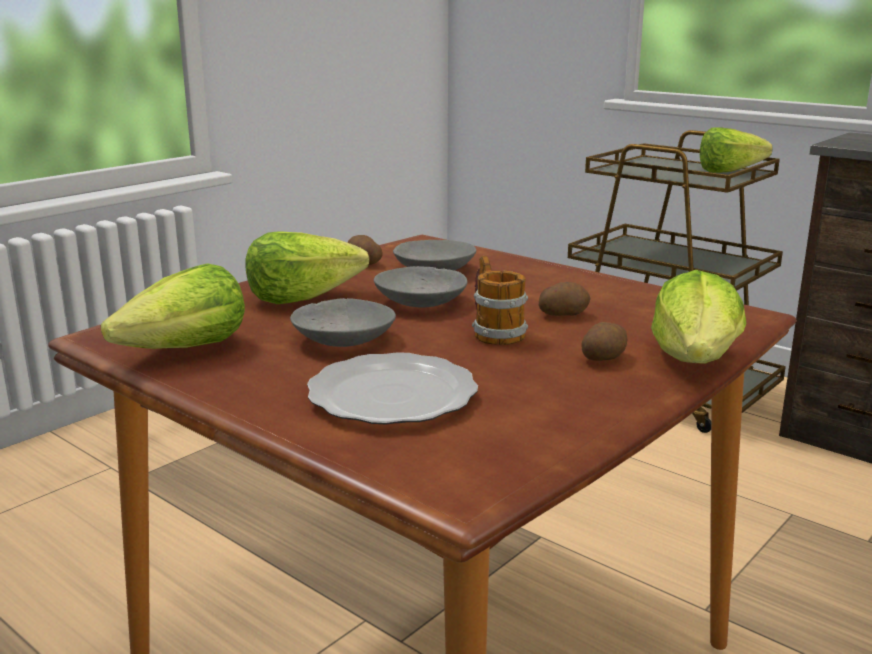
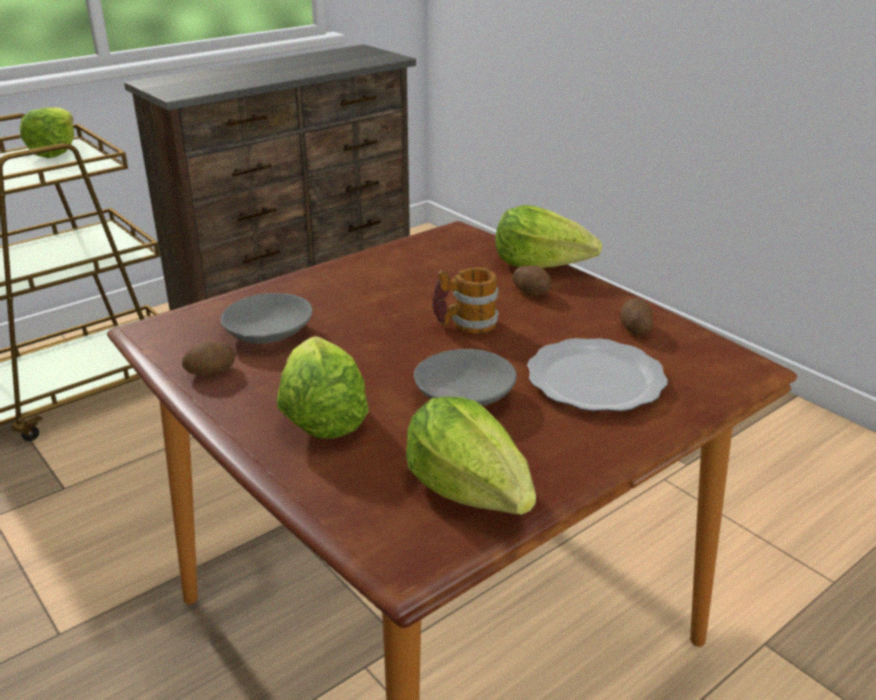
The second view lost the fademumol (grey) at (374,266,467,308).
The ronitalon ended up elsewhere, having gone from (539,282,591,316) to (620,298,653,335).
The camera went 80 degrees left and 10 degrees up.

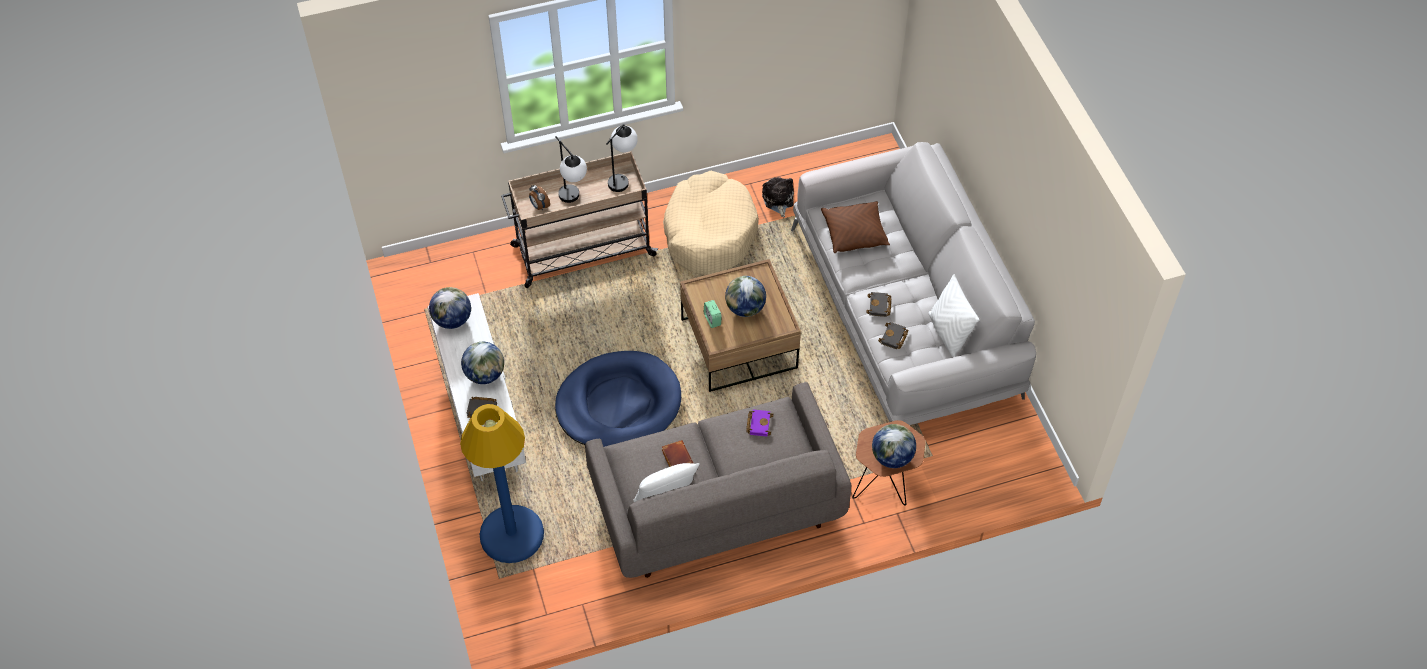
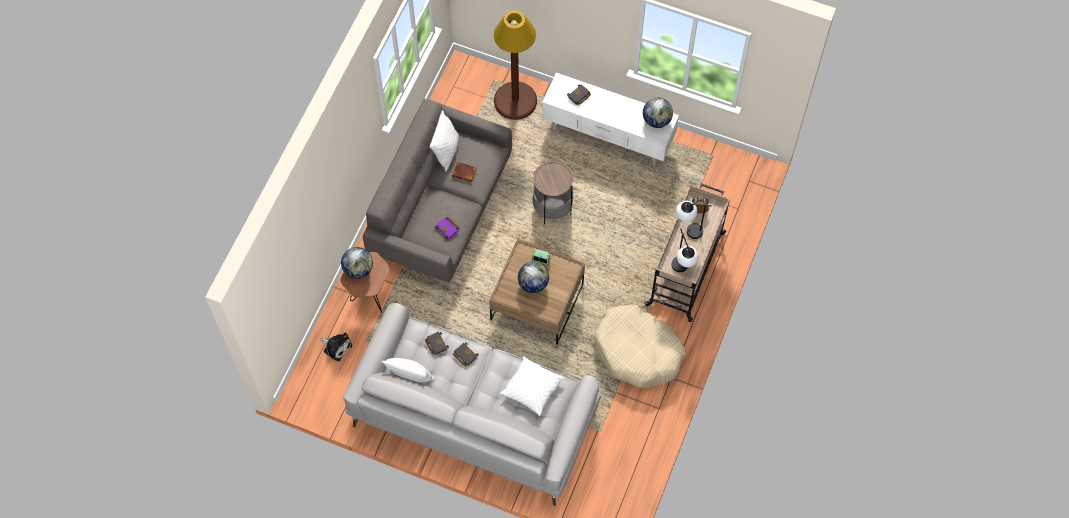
What was the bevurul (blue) at (460,404,544,563) turned into the bevurul (brown) at (493,10,537,120).
The second view lost the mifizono at (461,342,504,384).
Where the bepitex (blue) stood at (555,351,681,447), the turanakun came to stand at (532,161,573,224).
The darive ended up elsewhere, having gone from (762,177,794,217) to (320,333,352,361).
What was the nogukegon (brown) at (821,201,890,253) turned into the nogukegon (white) at (500,356,565,416).
The camera went 130 degrees right and 10 degrees up.

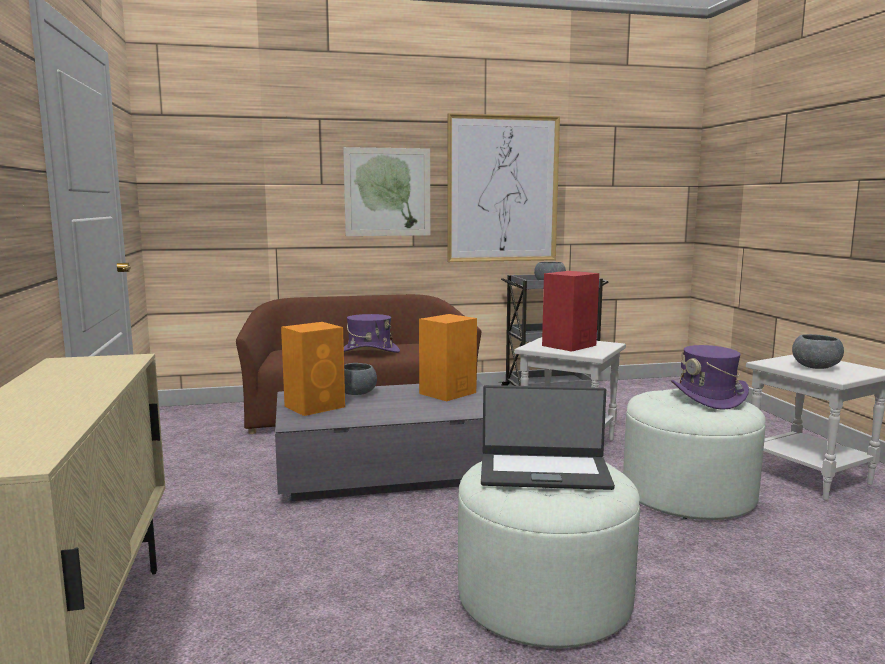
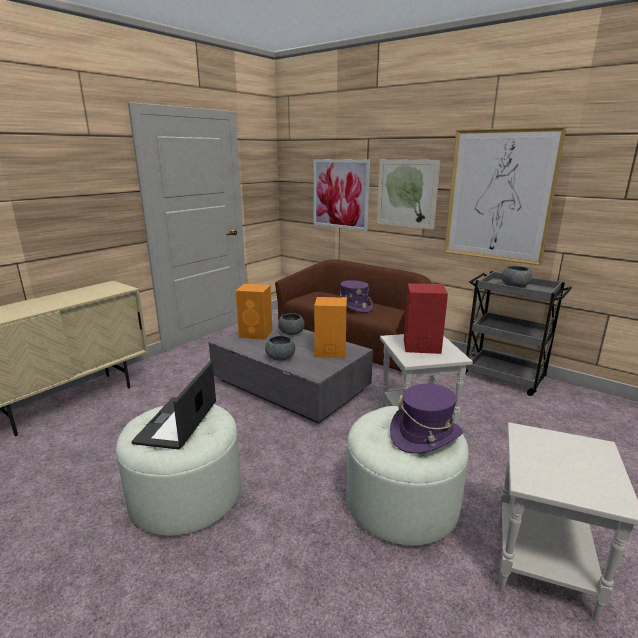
The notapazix at (481,385,615,490) ended up facing another way, 45 degrees clockwise from before.
The fademumol (grey) ended up elsewhere, having gone from (792,334,844,369) to (265,335,295,361).
The second view gained the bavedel at (313,159,370,231).
The camera went 50 degrees right and 10 degrees up.

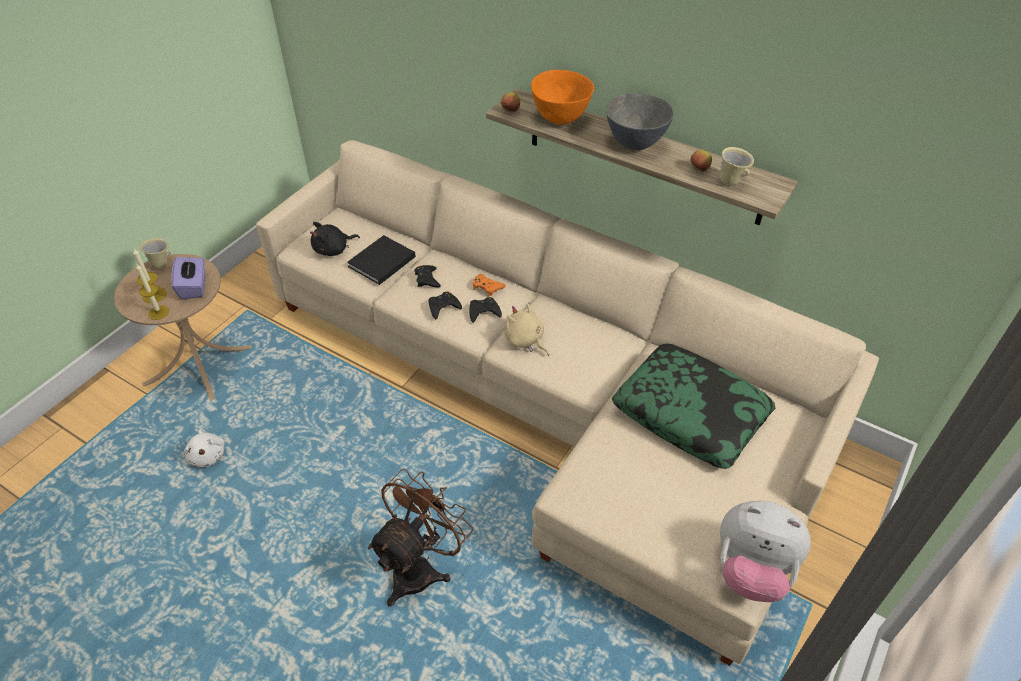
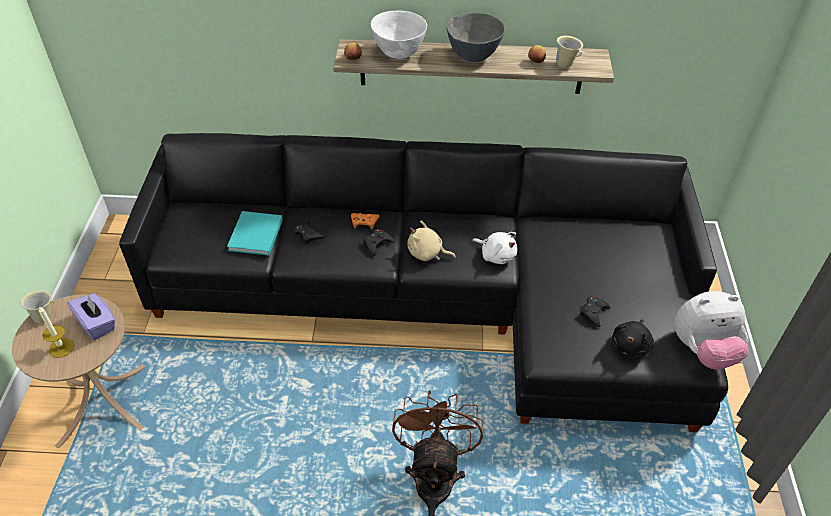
The second view lost the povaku at (136,264,169,320).
The darive (white) ended up elsewhere, having gone from (184,429,225,467) to (472,232,517,264).
What was the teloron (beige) at (256,140,879,666) turned into the teloron (black) at (119,133,728,433).
The darive (black) ended up elsewhere, having gone from (310,222,360,256) to (612,319,654,357).
What was the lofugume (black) at (347,235,416,285) turned into the lofugume (turquoise) at (227,211,283,256).
The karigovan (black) ended up elsewhere, having gone from (428,292,462,319) to (580,296,610,327).
What was the fademumol (orange) at (531,70,594,124) turned into the fademumol (white) at (370,11,427,59).
The second view lost the nogukegon at (612,343,775,469).
The camera went 30 degrees left and 0 degrees up.

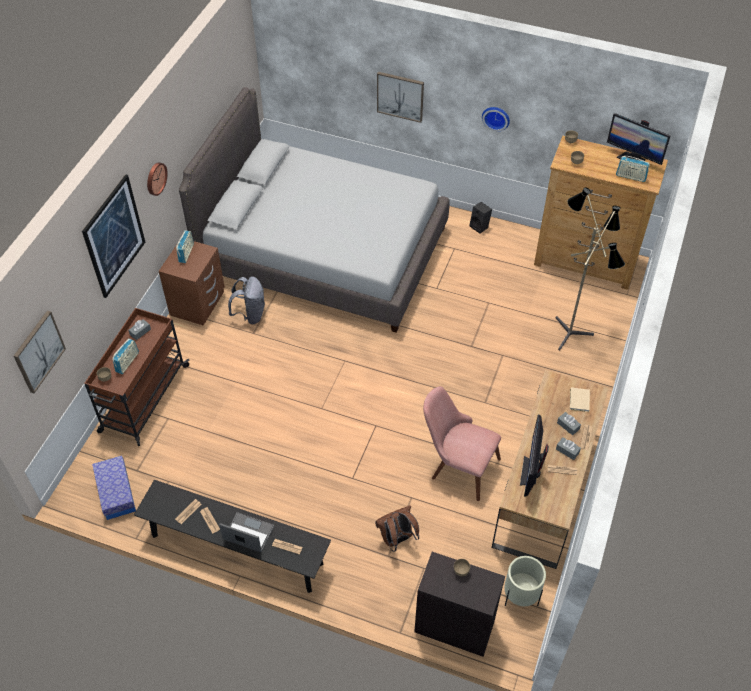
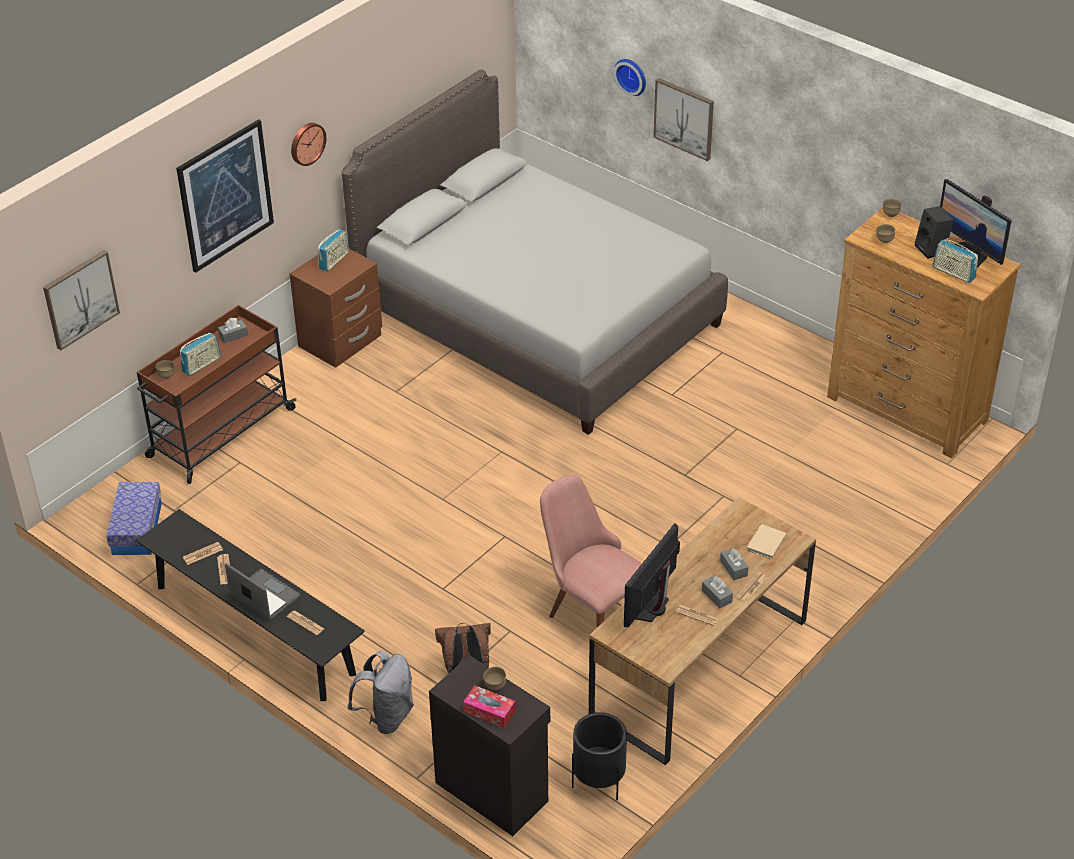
The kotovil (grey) ended up elsewhere, having gone from (228,276,265,324) to (347,651,414,734).
The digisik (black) ended up elsewhere, having gone from (470,202,492,234) to (915,206,954,259).
The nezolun ended up elsewhere, having gone from (482,107,510,131) to (614,59,646,96).
What was the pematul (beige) at (504,556,546,606) turned into the pematul (black) at (572,712,627,800).
The second view lost the bevurul at (556,187,625,351).
The second view gained the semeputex at (463,685,516,728).
The camera went 20 degrees right and 10 degrees down.

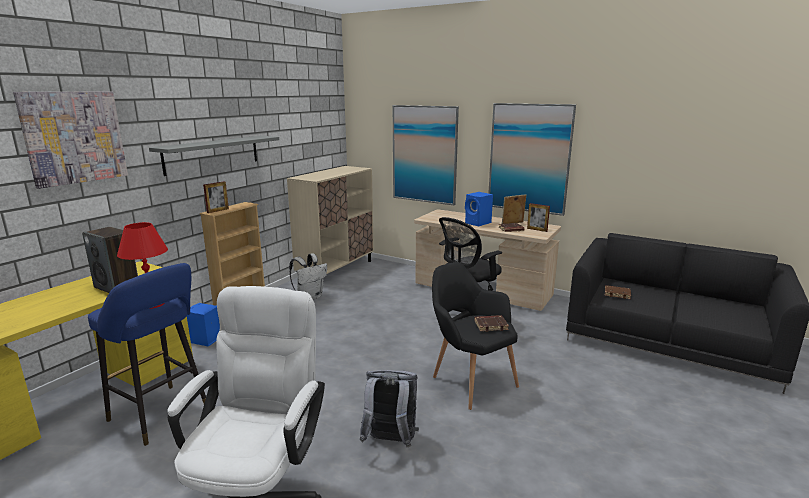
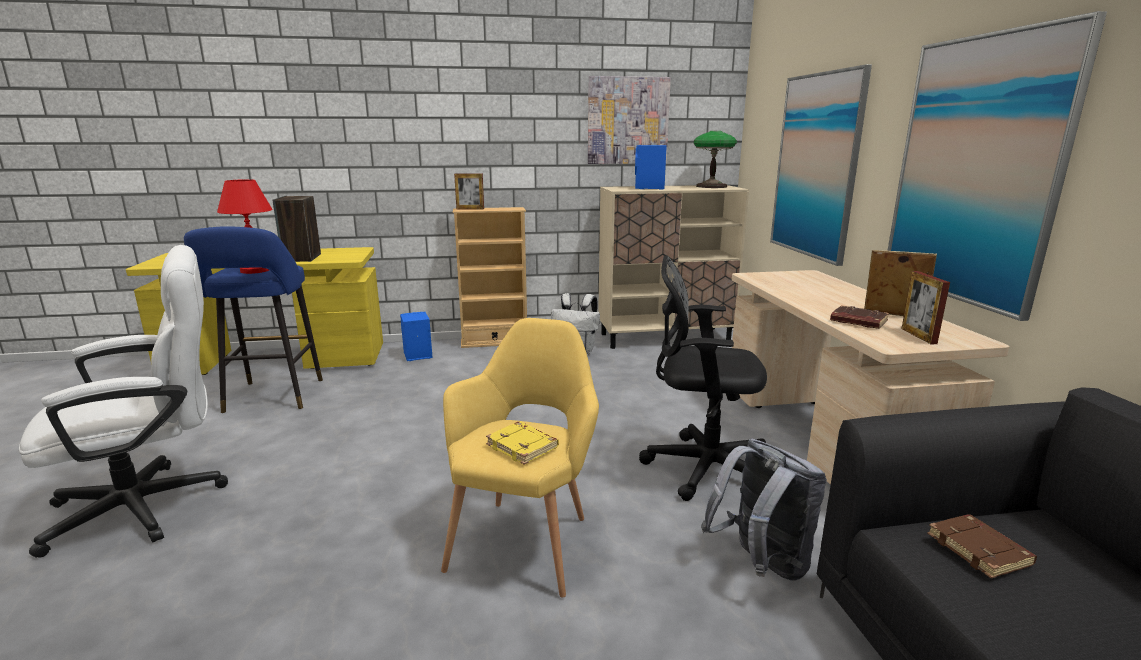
The bavedel ended up elsewhere, having gone from (13,91,128,189) to (588,76,671,164).
The second view lost the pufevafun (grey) at (149,136,279,176).
The kotovil (grey) ended up elsewhere, having gone from (360,370,419,447) to (701,438,827,581).
What was the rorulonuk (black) at (432,262,519,410) turned into the rorulonuk (yellow) at (441,318,599,598).
The digisik (blue) ended up elsewhere, having gone from (465,192,493,226) to (635,145,667,189).
What was the lofugume (brown) at (474,315,509,332) turned into the lofugume (yellow) at (486,421,559,465).
The second view gained the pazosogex at (694,131,737,188).
The camera went 50 degrees right and 0 degrees up.

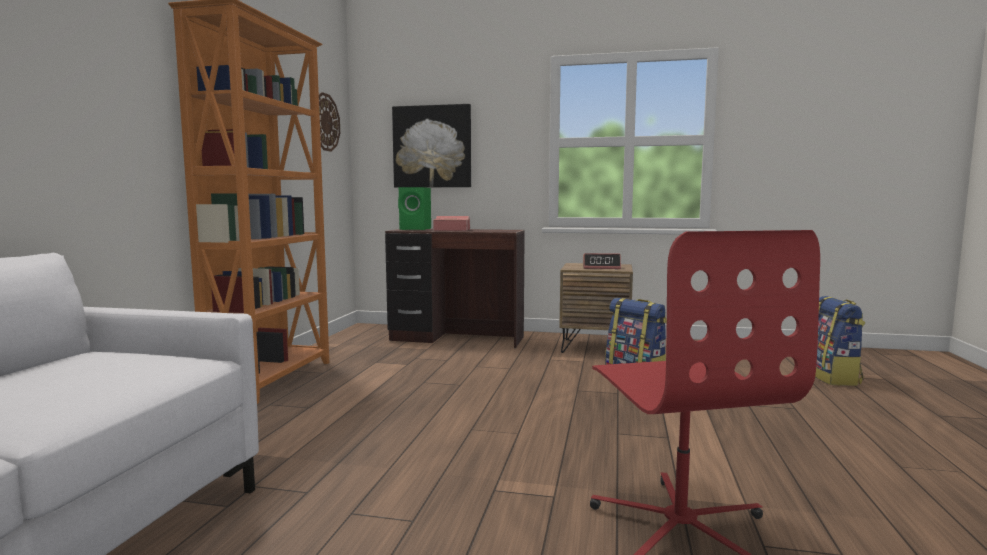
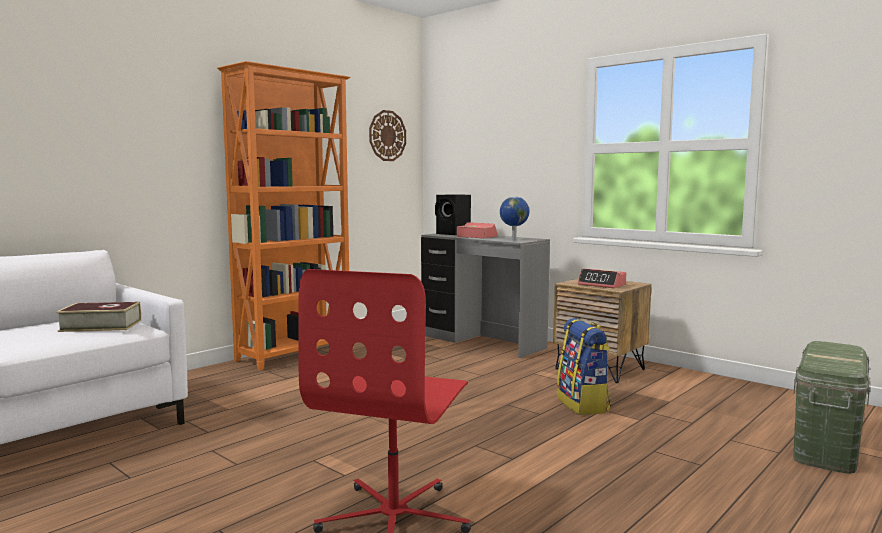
What was the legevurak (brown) at (385,229,525,348) turned into the legevurak (grey) at (421,233,550,358).
The second view lost the bavedel at (392,104,471,188).
What was the digisik (green) at (398,187,431,230) turned into the digisik (black) at (435,194,471,235).
Where the kotovil stood at (815,296,865,386), the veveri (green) came to stand at (793,341,870,474).
The second view gained the lofugume at (56,302,141,332).
The second view gained the mifizono at (500,197,530,240).
The camera went 30 degrees right and 0 degrees up.

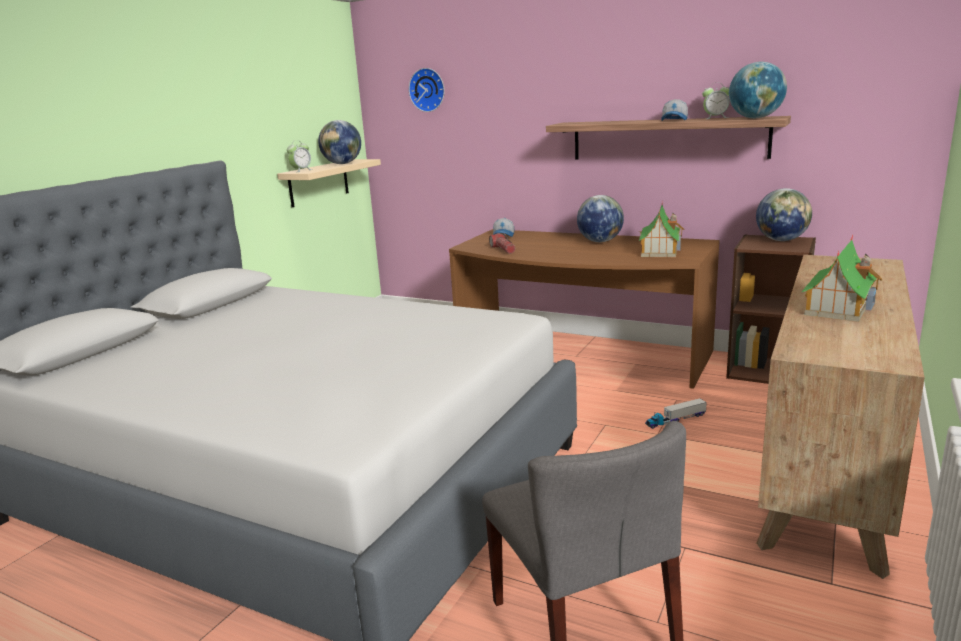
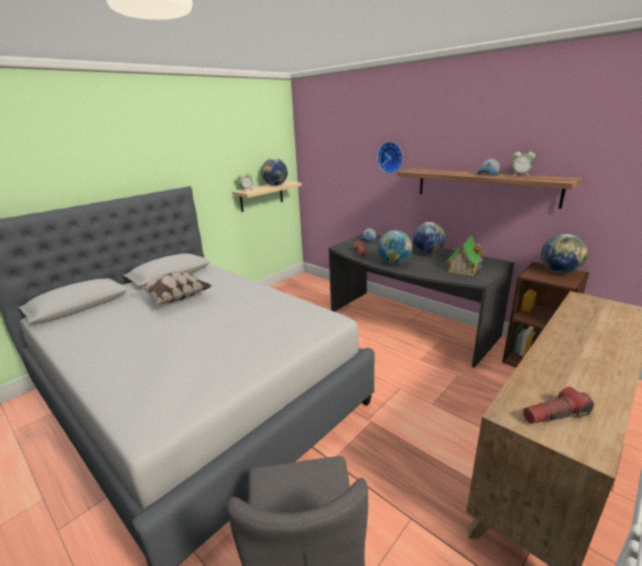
The nezolun ended up elsewhere, having gone from (409,68,445,112) to (377,142,403,174).
What was the legevurak (brown) at (449,229,720,389) turned into the legevurak (grey) at (329,234,515,368).
The second view lost the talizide at (645,398,707,429).
The mifizono ended up elsewhere, having gone from (729,62,787,118) to (378,230,412,265).
The second view lost the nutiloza at (801,234,882,322).
The second view gained the nogukegon at (134,271,212,305).
The second view gained the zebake at (523,387,594,424).
The camera went 15 degrees right and 5 degrees up.

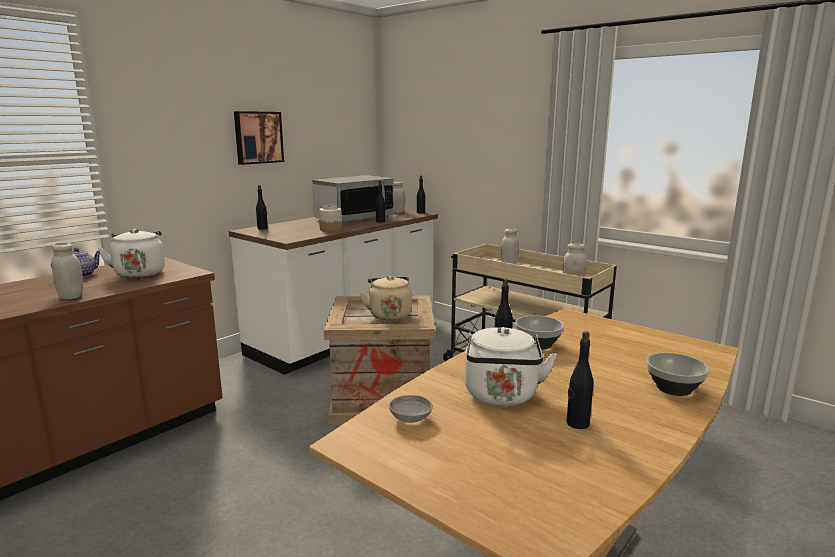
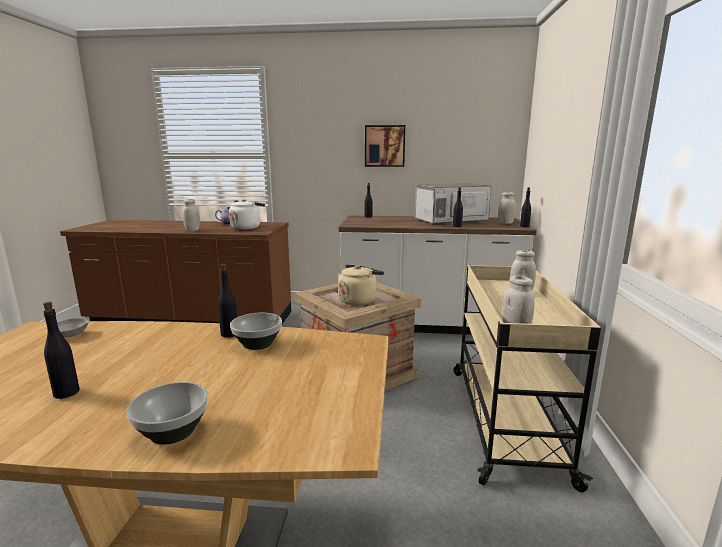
The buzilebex at (312,175,394,223) ended up facing another way, 150 degrees clockwise from before.
The second view lost the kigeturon at (319,205,342,232).
The second view lost the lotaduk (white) at (465,327,557,406).
The camera went 55 degrees right and 0 degrees up.

